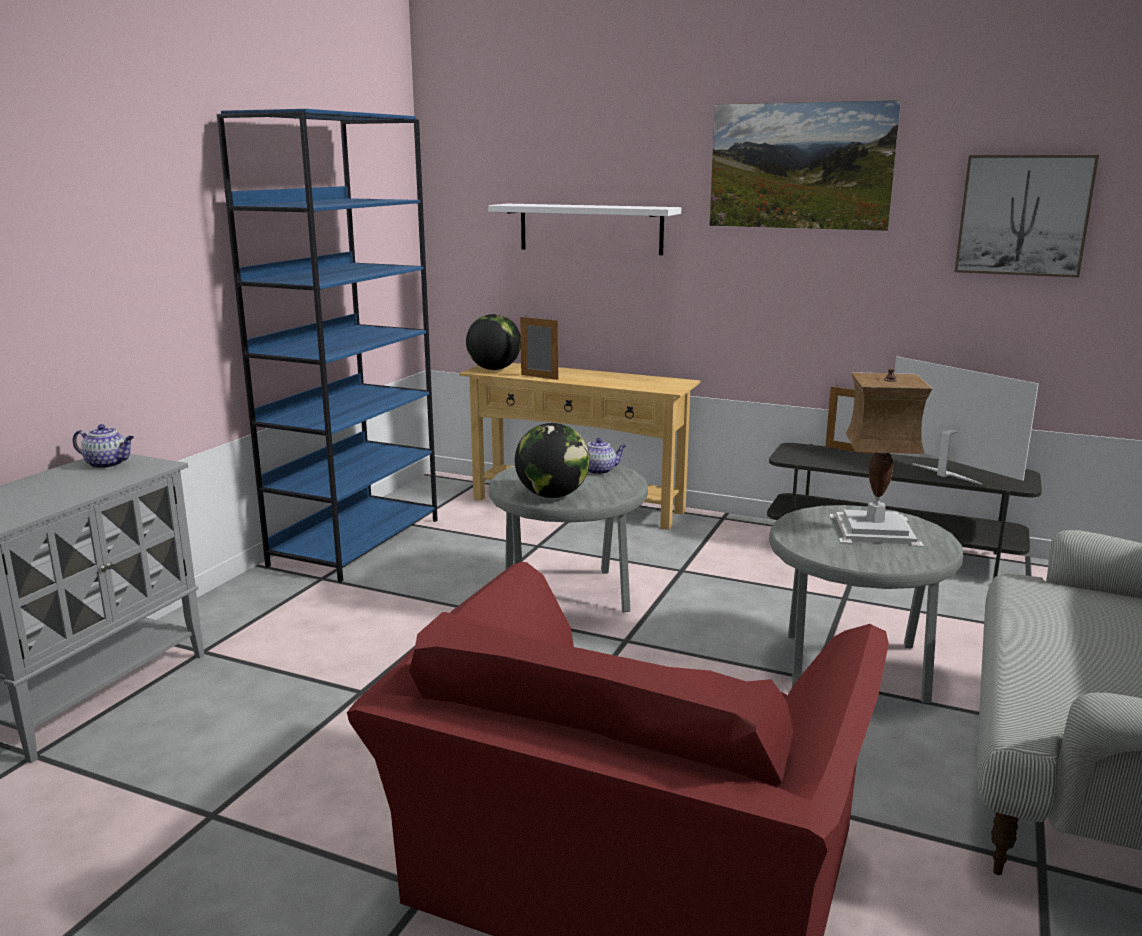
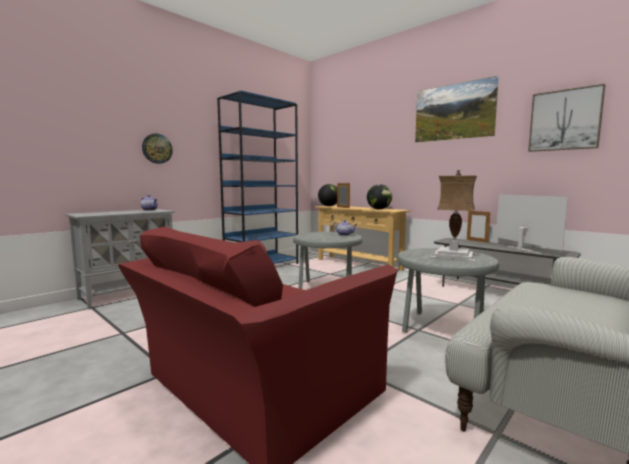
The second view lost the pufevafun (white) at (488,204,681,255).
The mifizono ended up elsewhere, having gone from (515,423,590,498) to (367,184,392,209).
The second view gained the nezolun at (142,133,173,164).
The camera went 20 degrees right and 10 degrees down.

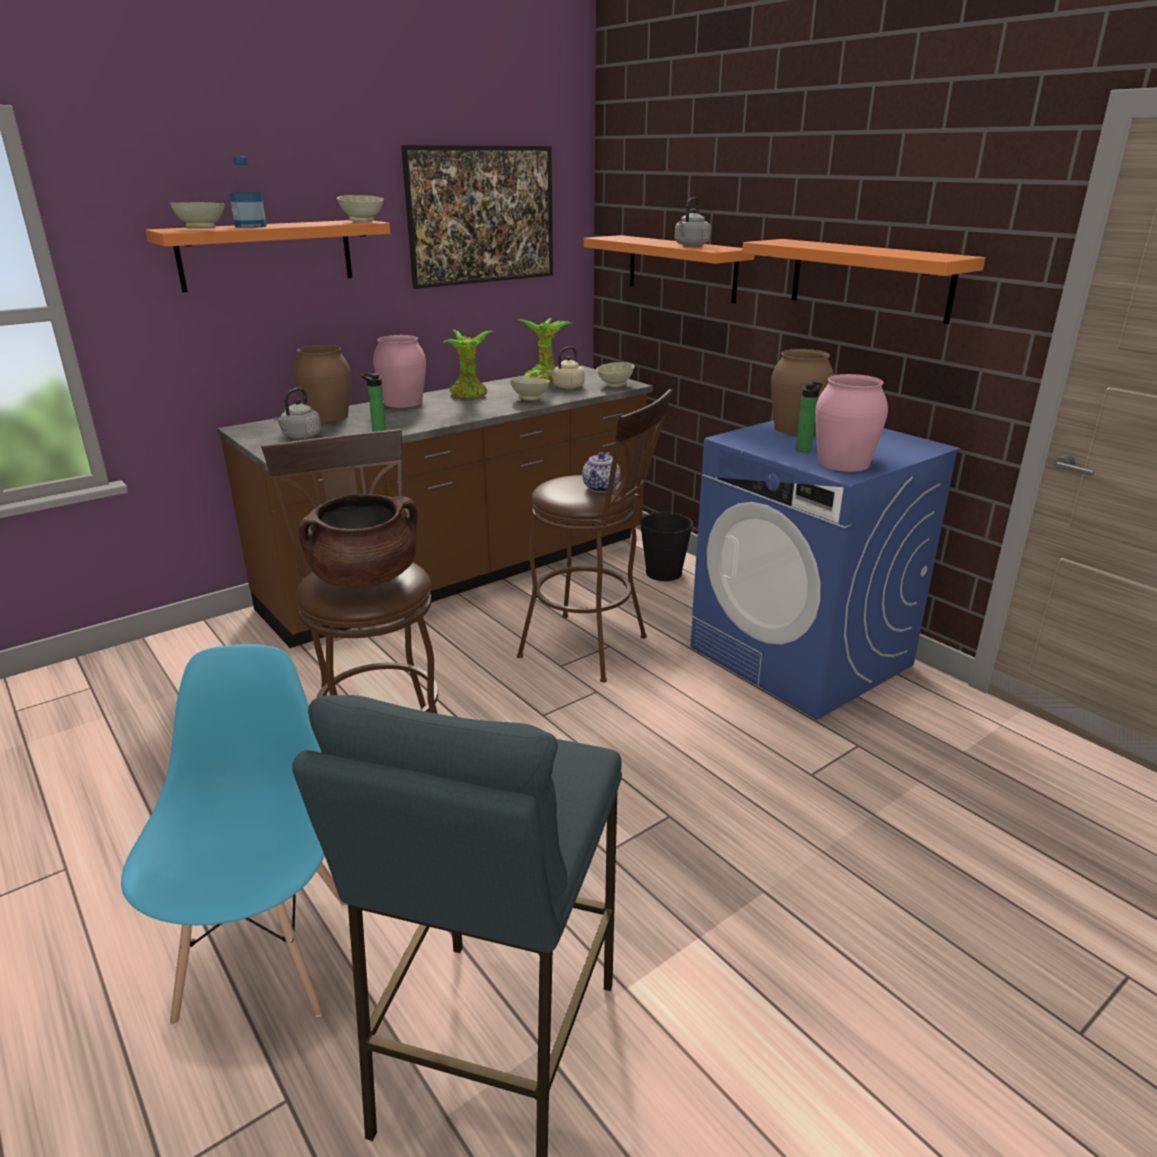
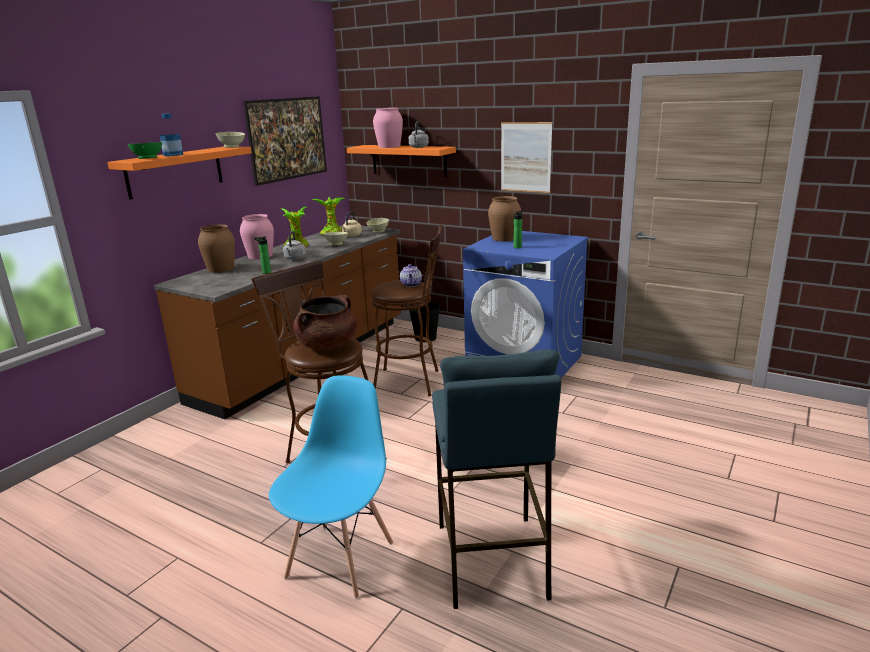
The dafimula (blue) at (121,644,348,1026) ended up facing another way, 45 degrees clockwise from before.
What was the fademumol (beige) at (170,202,225,229) turned into the fademumol (green) at (128,142,162,159).
The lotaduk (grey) ended up elsewhere, having gone from (274,387,321,439) to (283,231,306,260).
Where the pufevafun (orange) hung at (742,239,985,324), the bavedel came to hang at (501,122,552,193).
The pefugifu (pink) ended up elsewhere, having gone from (815,374,888,472) to (373,108,403,148).
The camera went 20 degrees left and 5 degrees down.

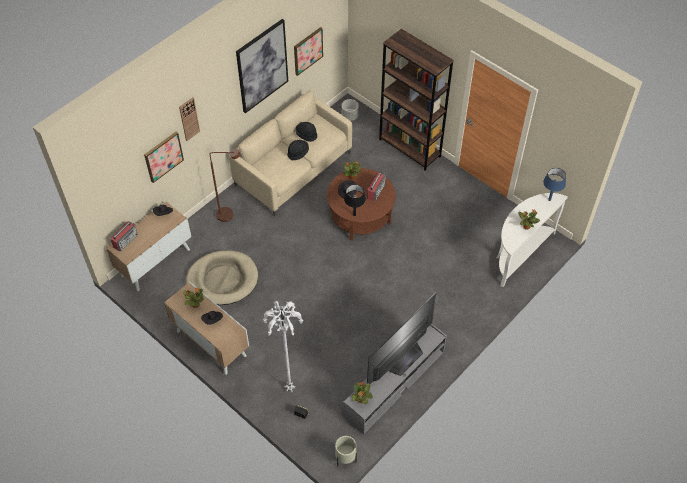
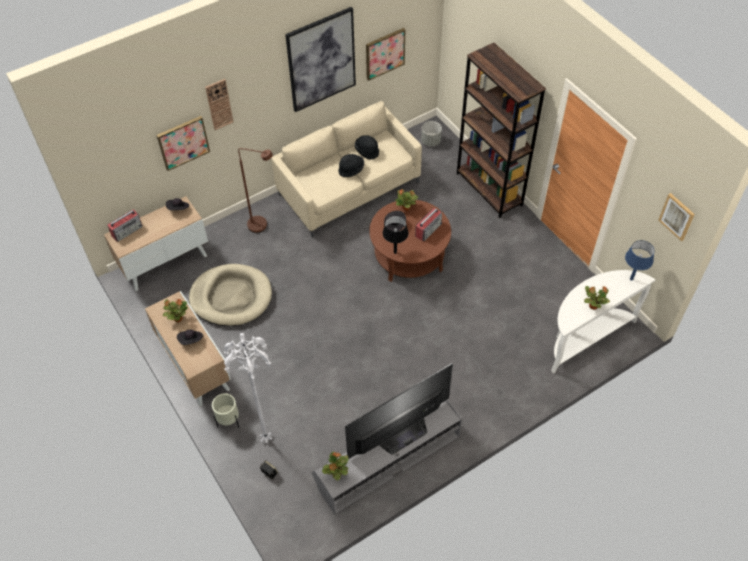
The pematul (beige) ended up elsewhere, having gone from (335,436,357,466) to (212,393,239,428).
The second view gained the bavedel at (658,193,695,241).
The camera went 15 degrees right and 0 degrees up.

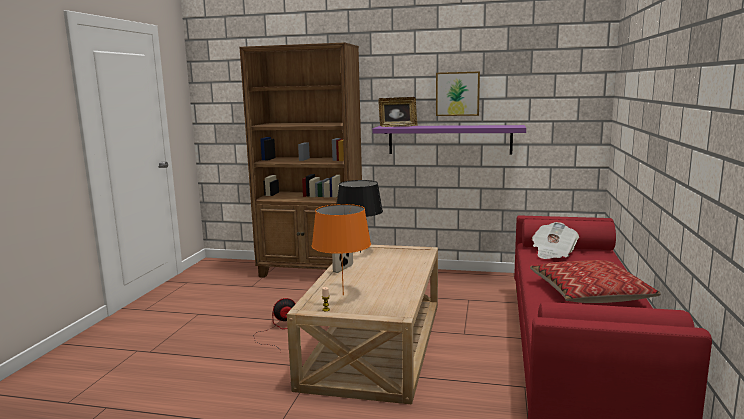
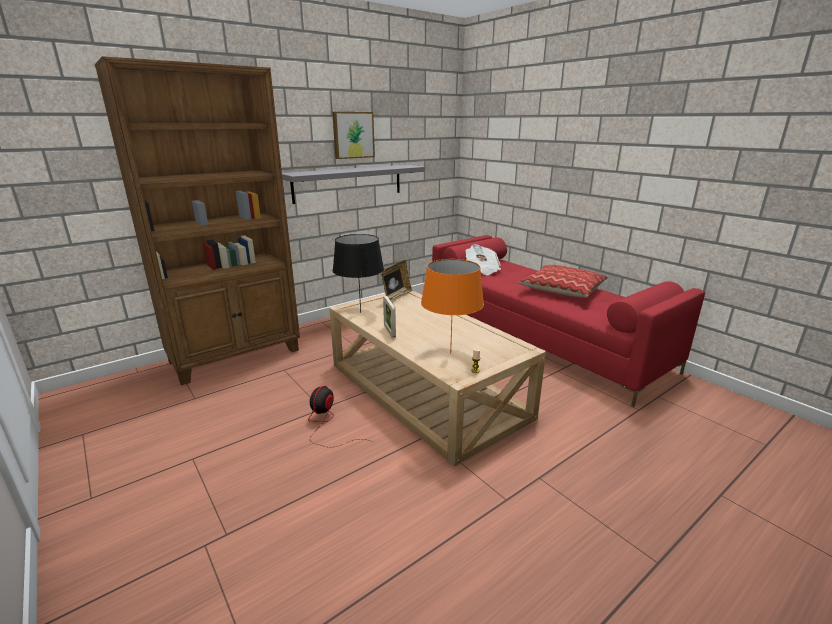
What was the pufevafun (purple) at (372,125,526,155) turned into the pufevafun (grey) at (282,165,425,204).
The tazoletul ended up elsewhere, having gone from (379,97,418,127) to (381,260,413,302).
The camera went 50 degrees left and 10 degrees up.

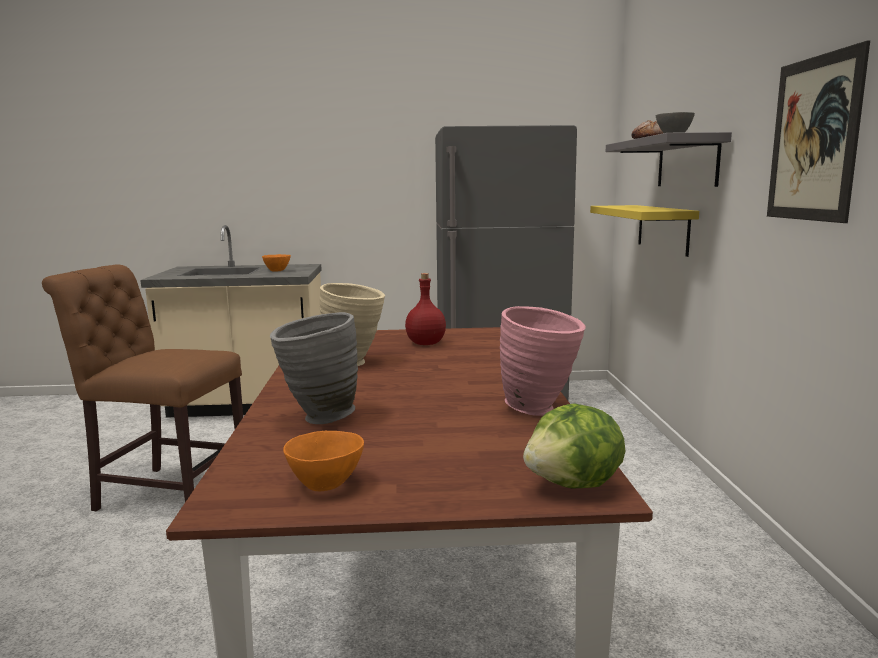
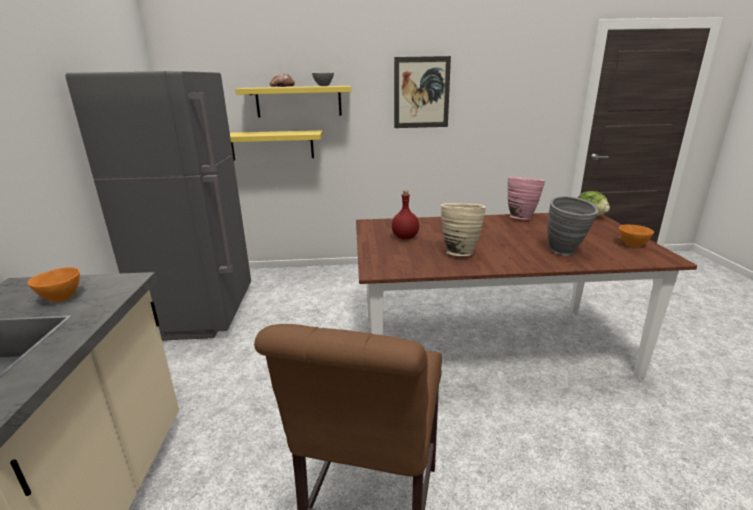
What was the pufevafun (grey) at (606,132,732,187) turned into the pufevafun (yellow) at (235,86,351,118).
The camera went 90 degrees left and 10 degrees up.

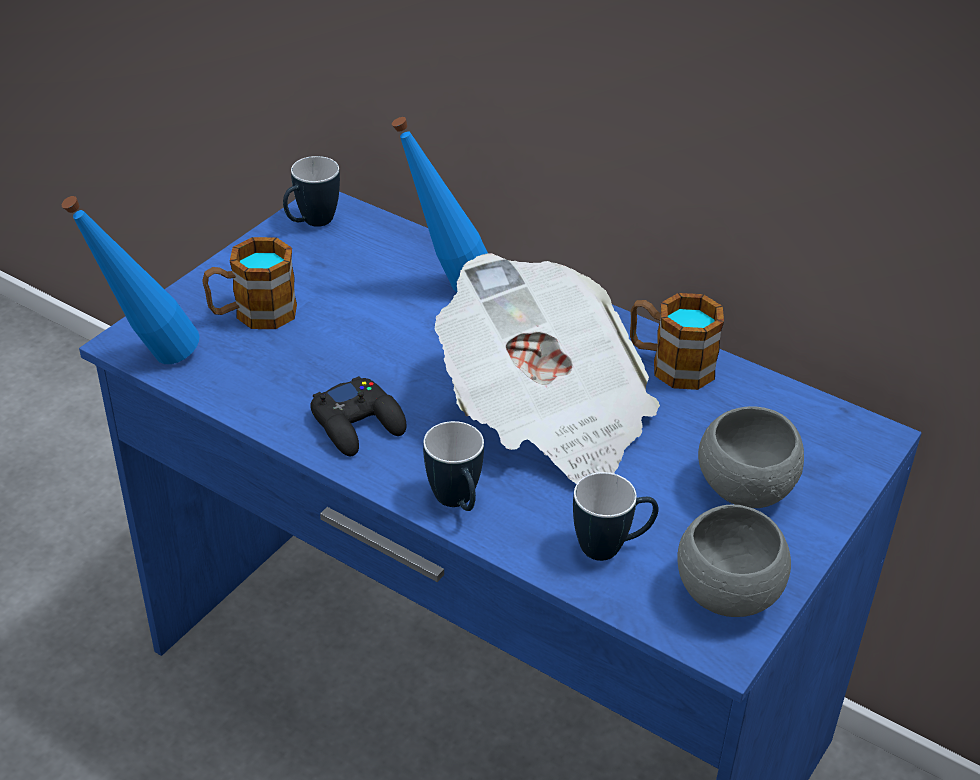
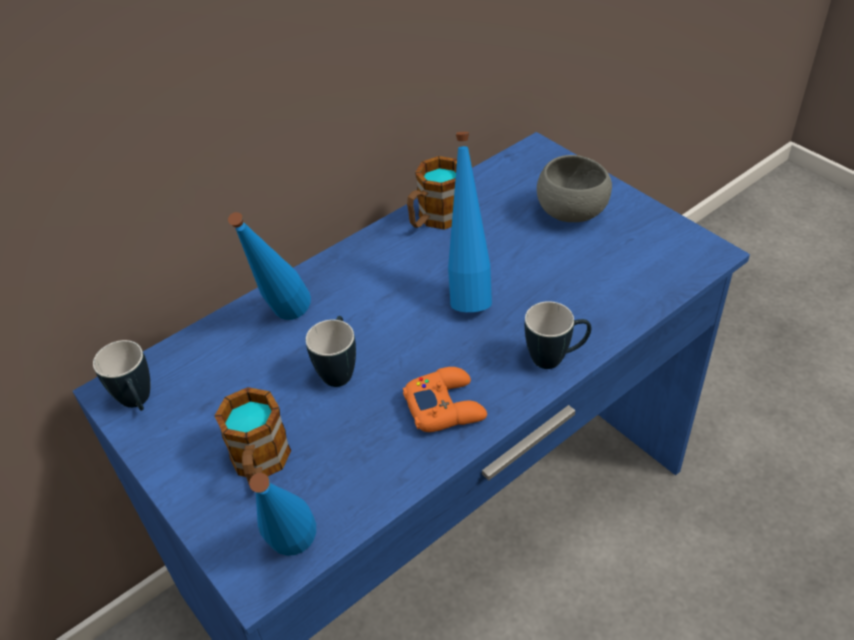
What was the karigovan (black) at (310,376,407,456) turned into the karigovan (orange) at (403,367,487,432).
Where the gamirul stood at (435,253,660,484), the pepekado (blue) came to stand at (448,132,492,312).
The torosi ended up elsewhere, having gone from (573,472,659,561) to (306,316,356,387).
The second view lost the fademumol (grey) at (677,505,791,617).
The camera went 70 degrees left and 5 degrees up.

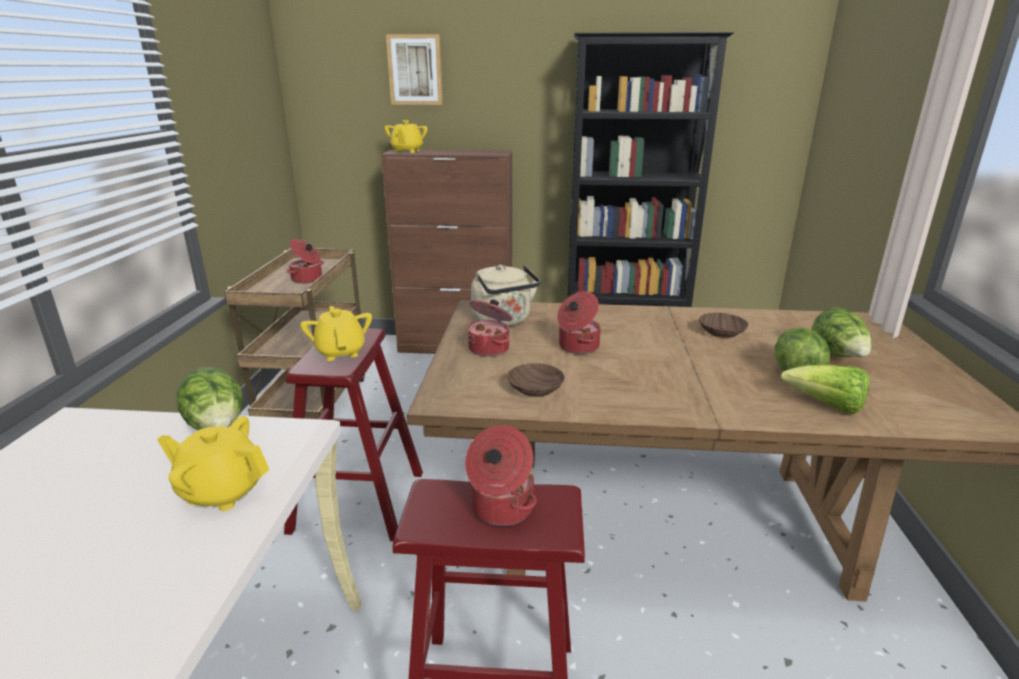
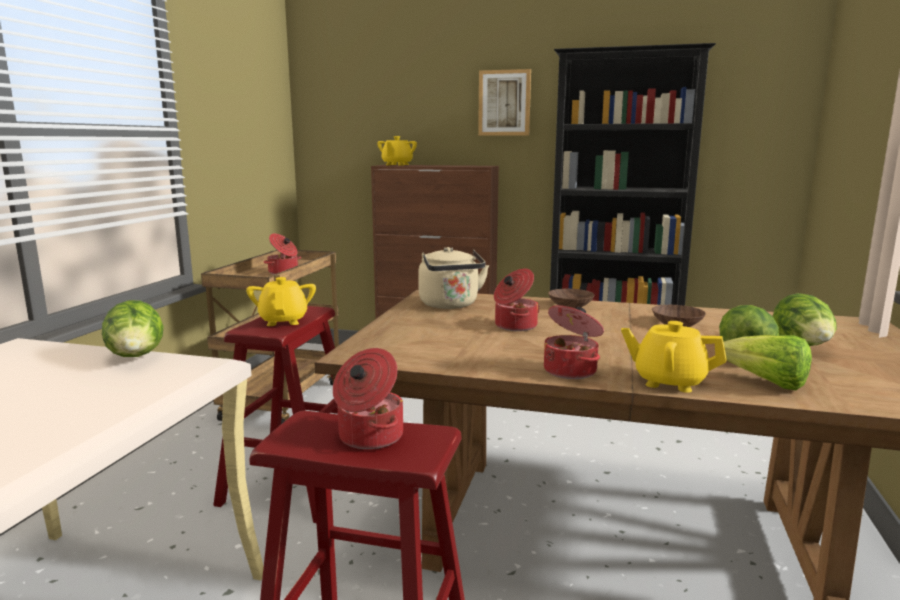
The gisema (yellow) ended up elsewhere, having gone from (157,416,269,511) to (621,321,727,393).
The bavedel ended up elsewhere, having gone from (386,34,443,105) to (478,69,531,136).
The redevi ended up elsewhere, having gone from (468,299,513,357) to (544,305,604,379).
The fademumol (brown) ended up elsewhere, having gone from (507,363,565,397) to (548,289,595,308).
The camera went 10 degrees right and 10 degrees down.

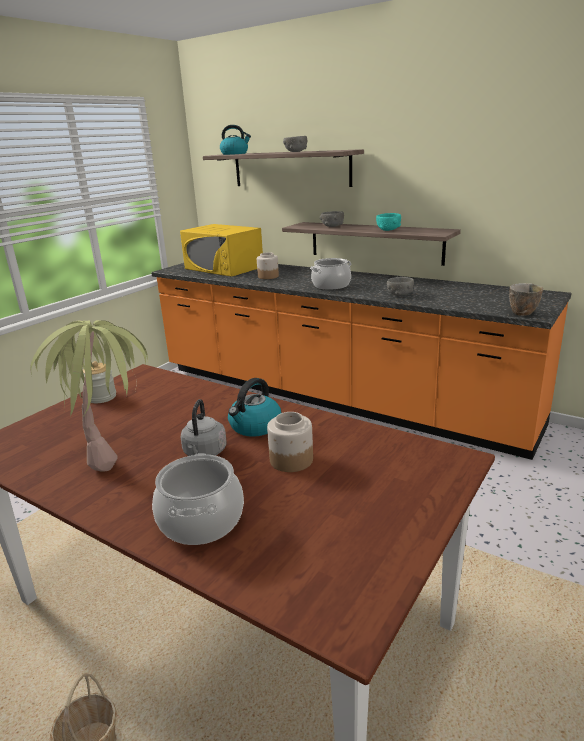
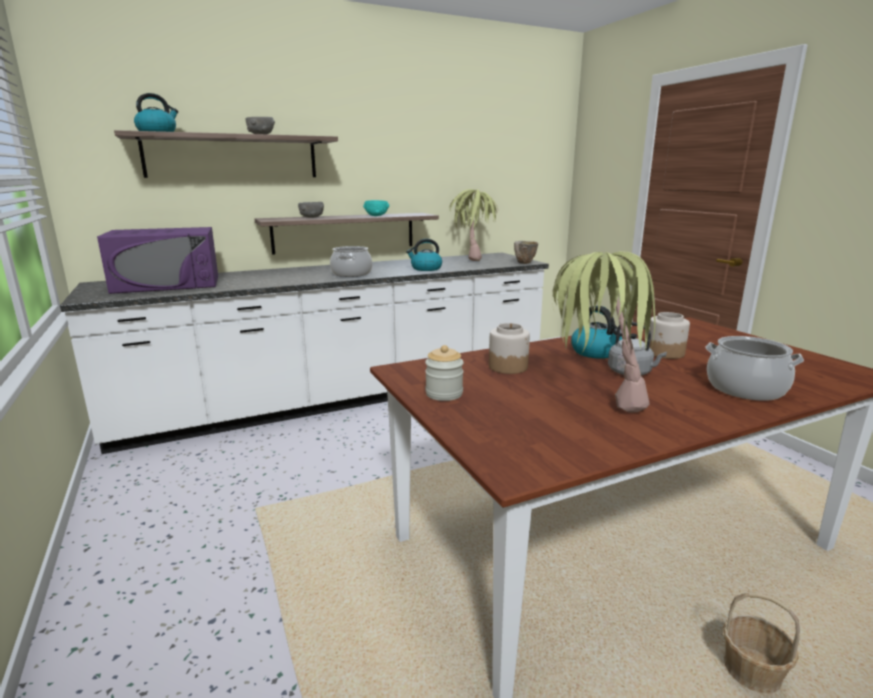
What was the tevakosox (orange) at (151,263,571,460) turned into the tevakosox (white) at (60,253,549,454).
What was the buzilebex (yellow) at (180,224,263,277) turned into the buzilebex (purple) at (97,227,218,294).
The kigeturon ended up elsewhere, having gone from (257,252,279,279) to (489,323,530,374).
Where the fademumol (grey) stood at (387,277,414,296), the lotaduk came to stand at (406,239,442,271).
The second view gained the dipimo at (449,189,498,261).
The camera went 60 degrees left and 5 degrees down.

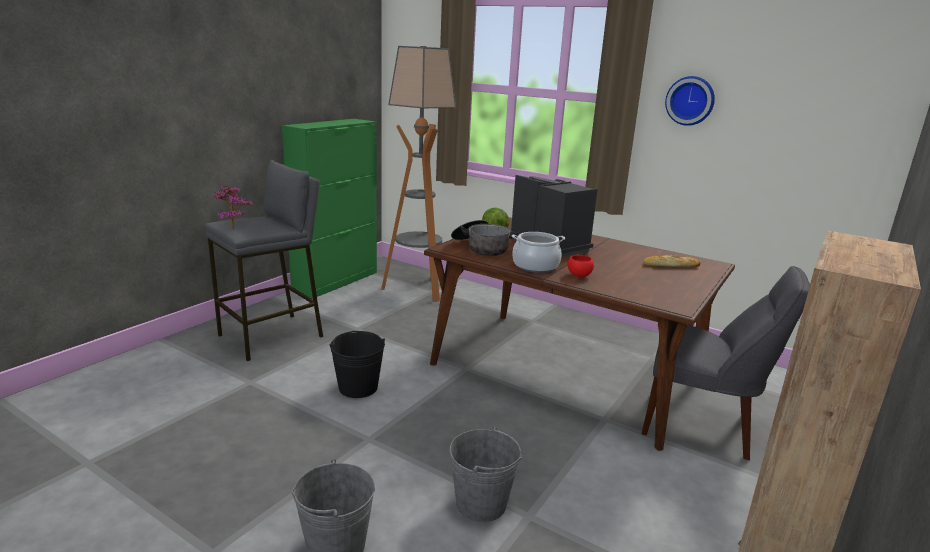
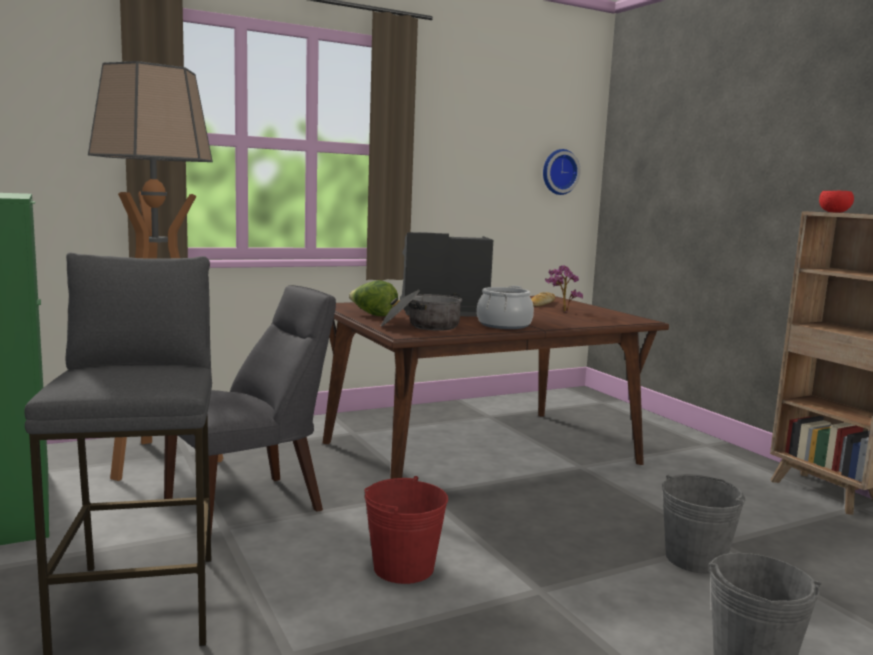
The dipimo ended up elsewhere, having gone from (213,186,253,228) to (545,265,583,312).
What was the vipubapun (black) at (329,331,385,398) turned into the vipubapun (red) at (364,476,448,584).
The fademumol (red) ended up elsewhere, having gone from (568,255,594,277) to (819,191,854,213).
The dafimula (grey) ended up elsewhere, having gone from (641,266,810,460) to (164,285,336,532).
The nezolun ended up elsewhere, having gone from (665,76,715,126) to (543,149,581,195).
The camera went 60 degrees left and 10 degrees down.

